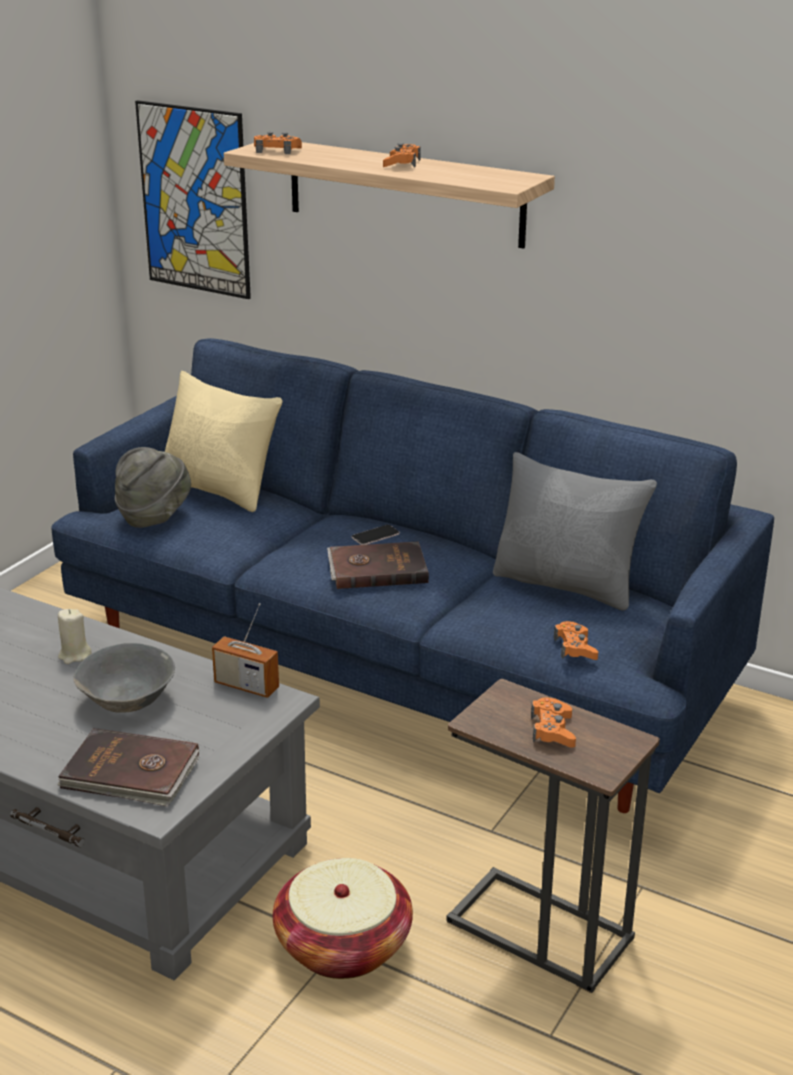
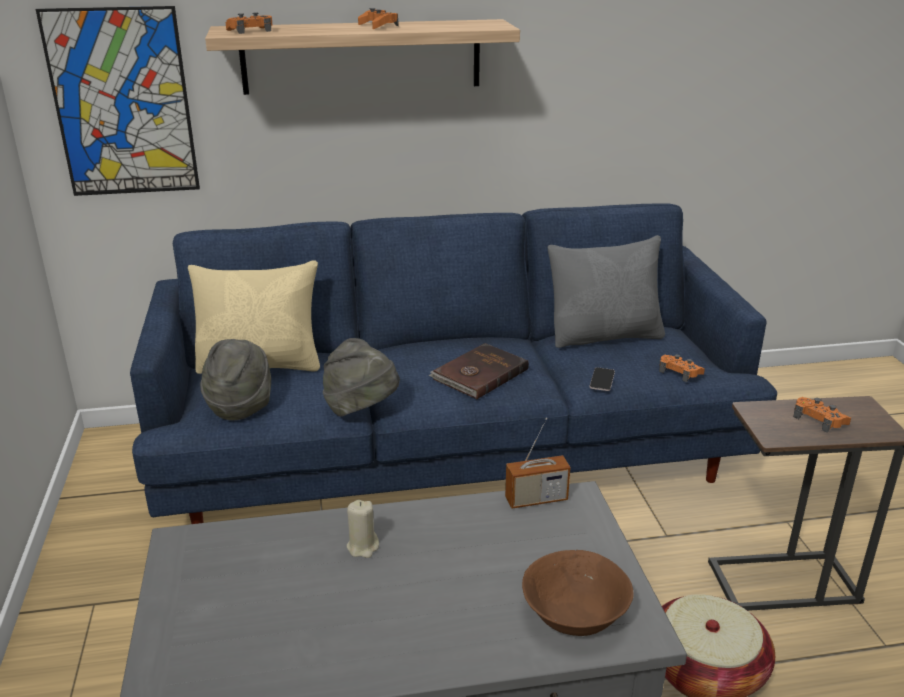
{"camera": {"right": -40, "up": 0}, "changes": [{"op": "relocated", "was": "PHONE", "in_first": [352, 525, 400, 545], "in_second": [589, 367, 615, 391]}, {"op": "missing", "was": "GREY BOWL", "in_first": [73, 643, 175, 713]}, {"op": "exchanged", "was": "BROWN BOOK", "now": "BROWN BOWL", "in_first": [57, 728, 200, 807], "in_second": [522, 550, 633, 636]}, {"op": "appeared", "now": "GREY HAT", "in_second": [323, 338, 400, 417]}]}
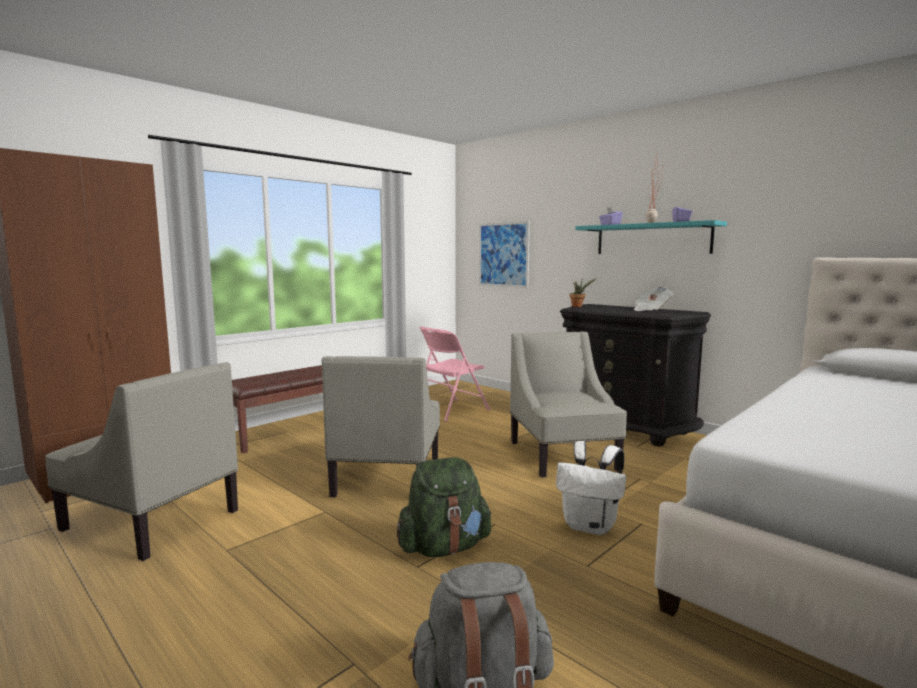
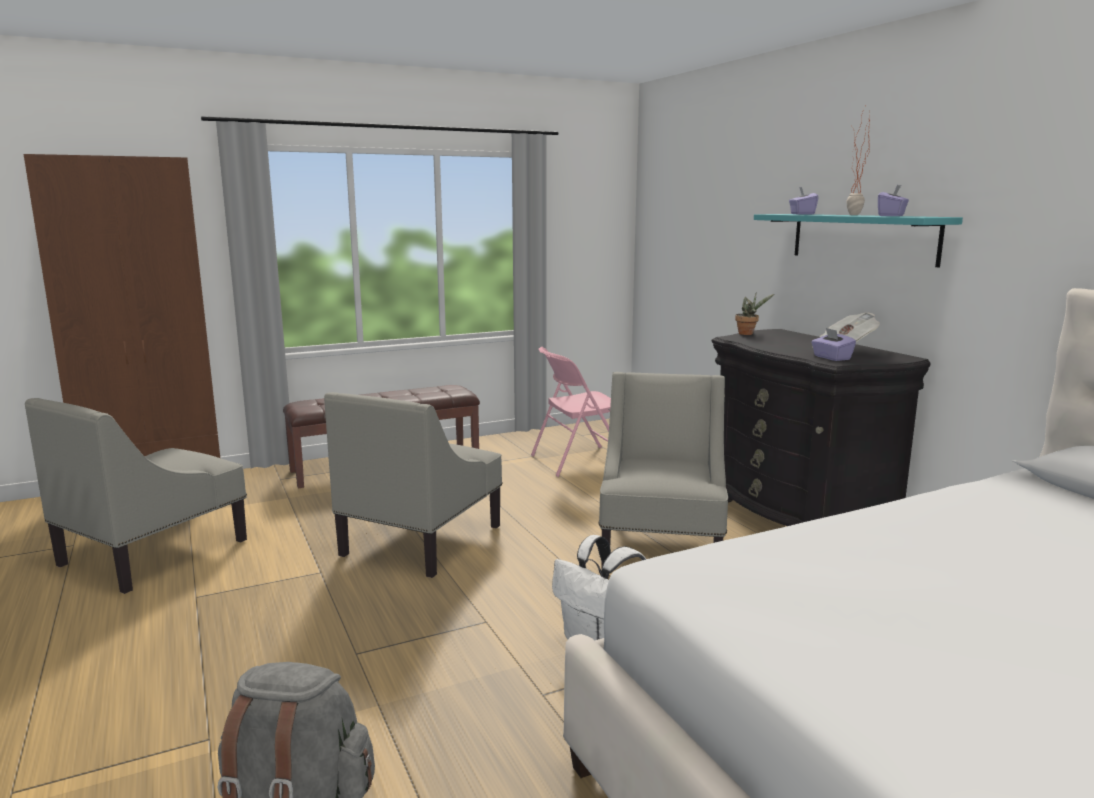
{"camera": {"right": 20, "up": 5}, "changes": [{"op": "missing", "was": "PICTURE", "in_first": [479, 221, 530, 288]}, {"op": "spun", "was": "GREY ARMCHAIR", "in_first": [45, 362, 238, 561], "in_second": [25, 398, 247, 594], "clockwise": 75}, {"op": "missing", "was": "GREEN BACKPACK", "in_first": [397, 457, 492, 557]}, {"op": "appeared", "now": "PURPLE TISSUE BOX", "in_second": [811, 328, 856, 361]}]}
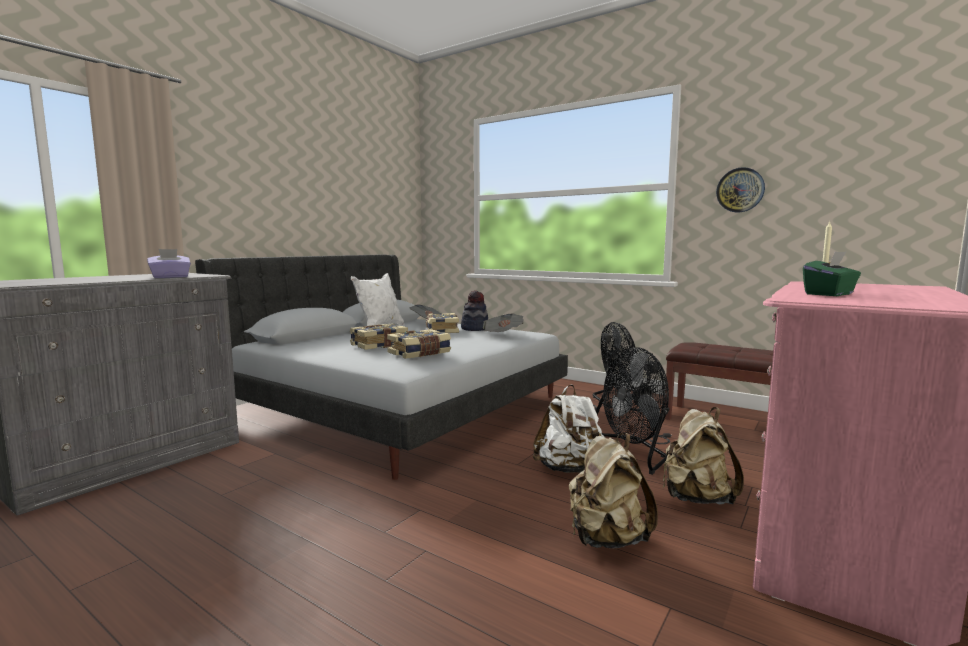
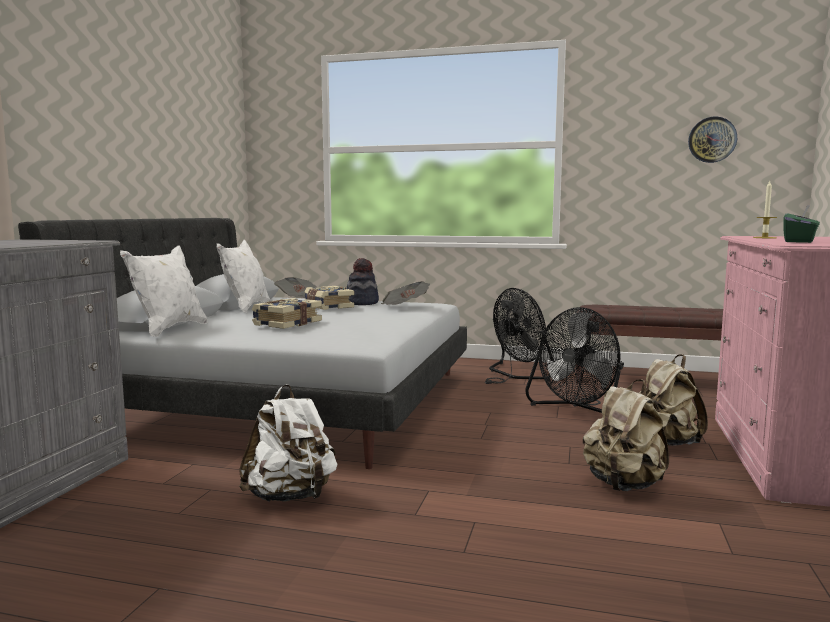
{"camera": {"right": -20, "up": 0}, "changes": [{"op": "relocated", "was": "WALL CLOCK", "in_first": [716, 167, 765, 212], "in_second": [688, 117, 737, 163]}, {"op": "missing", "was": "PURPLE TISSUE BOX", "in_first": [147, 249, 191, 278]}, {"op": "missing", "was": "BOOK", "in_first": [387, 329, 451, 359]}, {"op": "relocated", "was": "WHITE BACKPACK", "in_first": [533, 384, 605, 473], "in_second": [239, 384, 337, 502]}, {"op": "appeared", "now": "WHITE PILLOW", "in_second": [120, 245, 208, 337]}]}
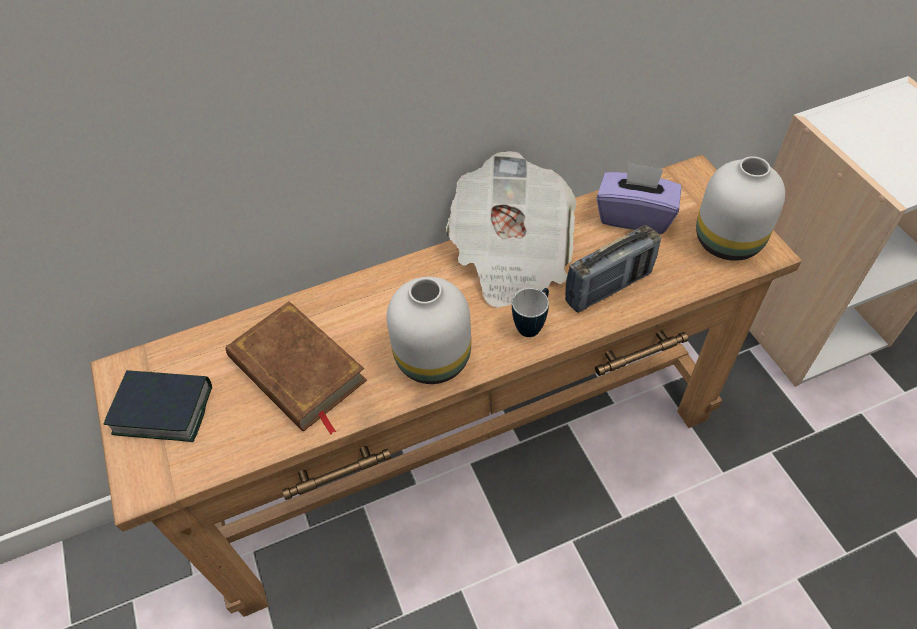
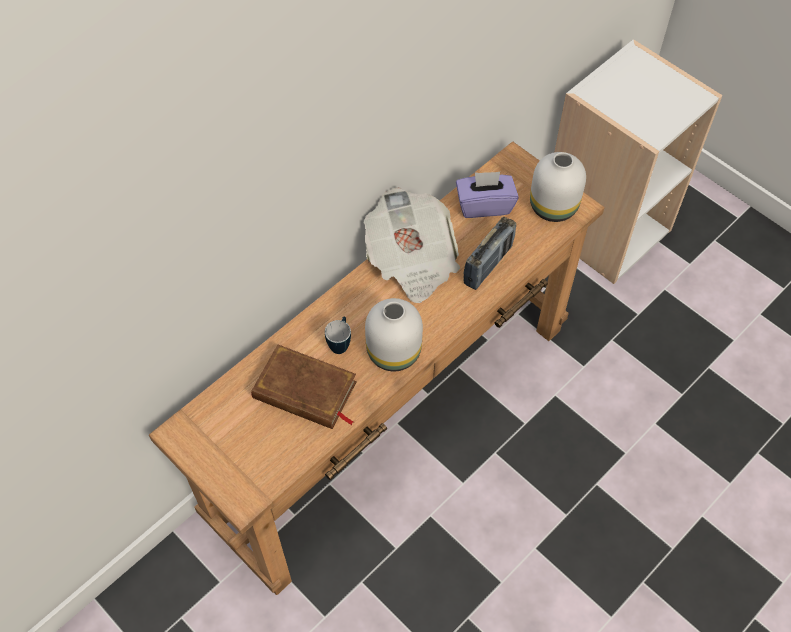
{"camera": {"right": -25, "up": 5}, "changes": [{"op": "relocated", "was": "MUG", "in_first": [512, 288, 549, 337], "in_second": [325, 317, 351, 354]}, {"op": "missing", "was": "BOOK", "in_first": [103, 370, 212, 442]}]}
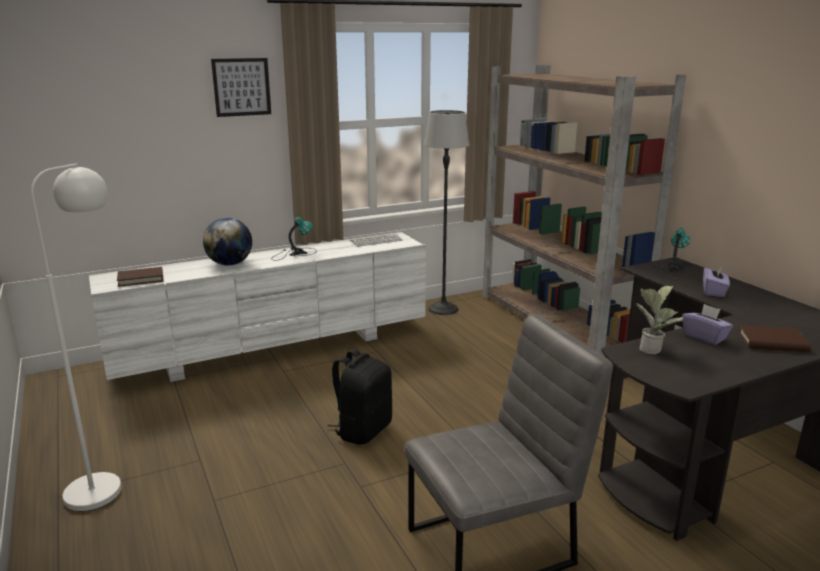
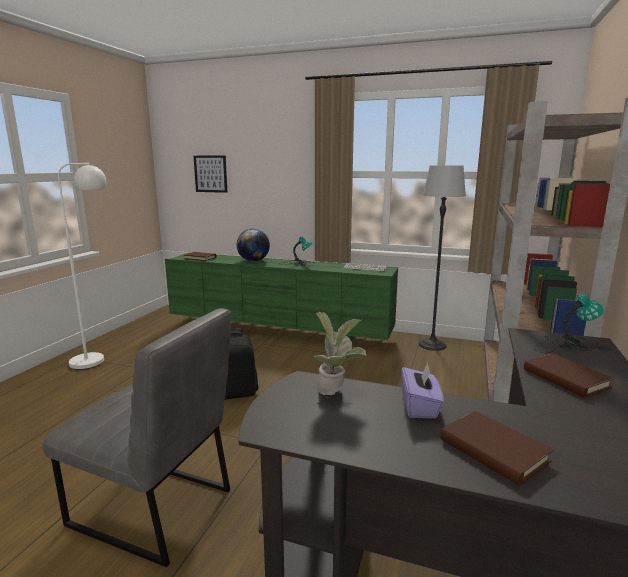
{"camera": {"right": 45, "up": -5}, "changes": [{"op": "relocated", "was": "PICTURE", "in_first": [211, 58, 271, 117], "in_second": [193, 155, 228, 193]}, {"op": "colour", "was": "WHITE CABINET", "now": "GREEN CABINET", "in_first": [89, 232, 426, 382], "in_second": [165, 253, 398, 341]}, {"op": "exchanged", "was": "PURPLE TISSUE BOX", "now": "BROWN BOOK", "in_first": [703, 266, 730, 297], "in_second": [524, 354, 614, 398]}]}
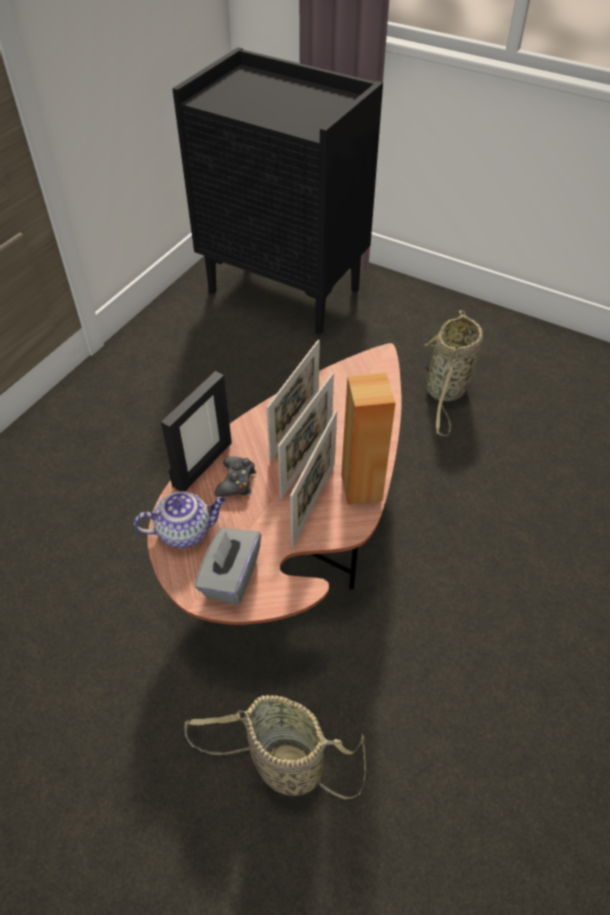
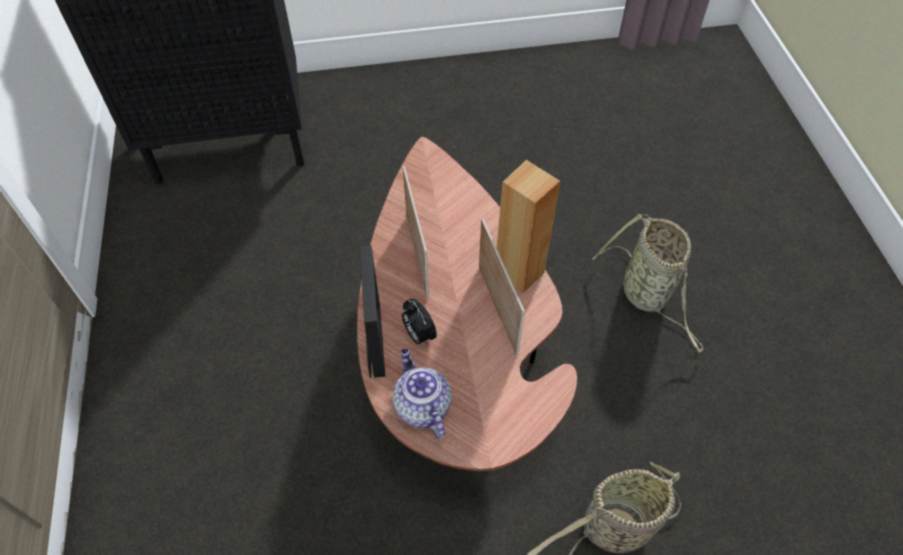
{"camera": {"right": -40, "up": 5}, "changes": [{"op": "relocated", "was": "BASKET", "in_first": [425, 310, 483, 436], "in_second": [592, 214, 703, 353]}, {"op": "missing", "was": "PICTURE FRAME", "in_first": [278, 373, 334, 499]}, {"op": "exchanged", "was": "BLACK GAME CONTROLLER", "now": "ALARM CLOCK", "in_first": [215, 456, 256, 497], "in_second": [402, 299, 437, 346]}, {"op": "spun", "was": "TEAPOT", "in_first": [134, 491, 226, 548], "in_second": [393, 349, 452, 438], "clockwise": -60}, {"op": "missing", "was": "GREY TISSUE BOX", "in_first": [195, 528, 261, 605]}]}
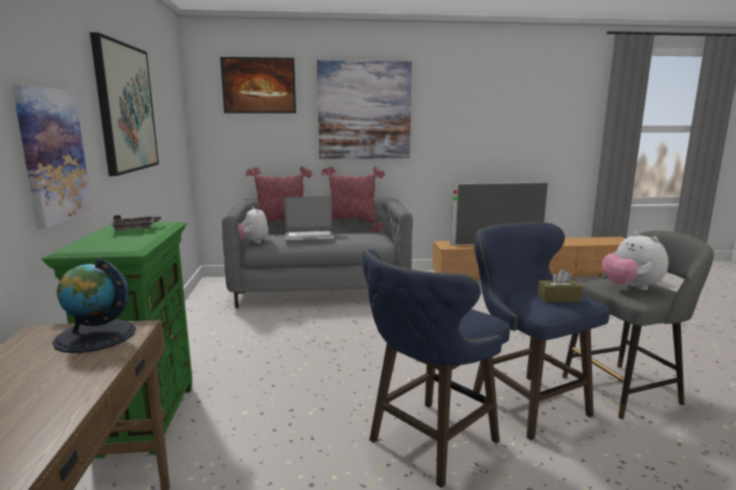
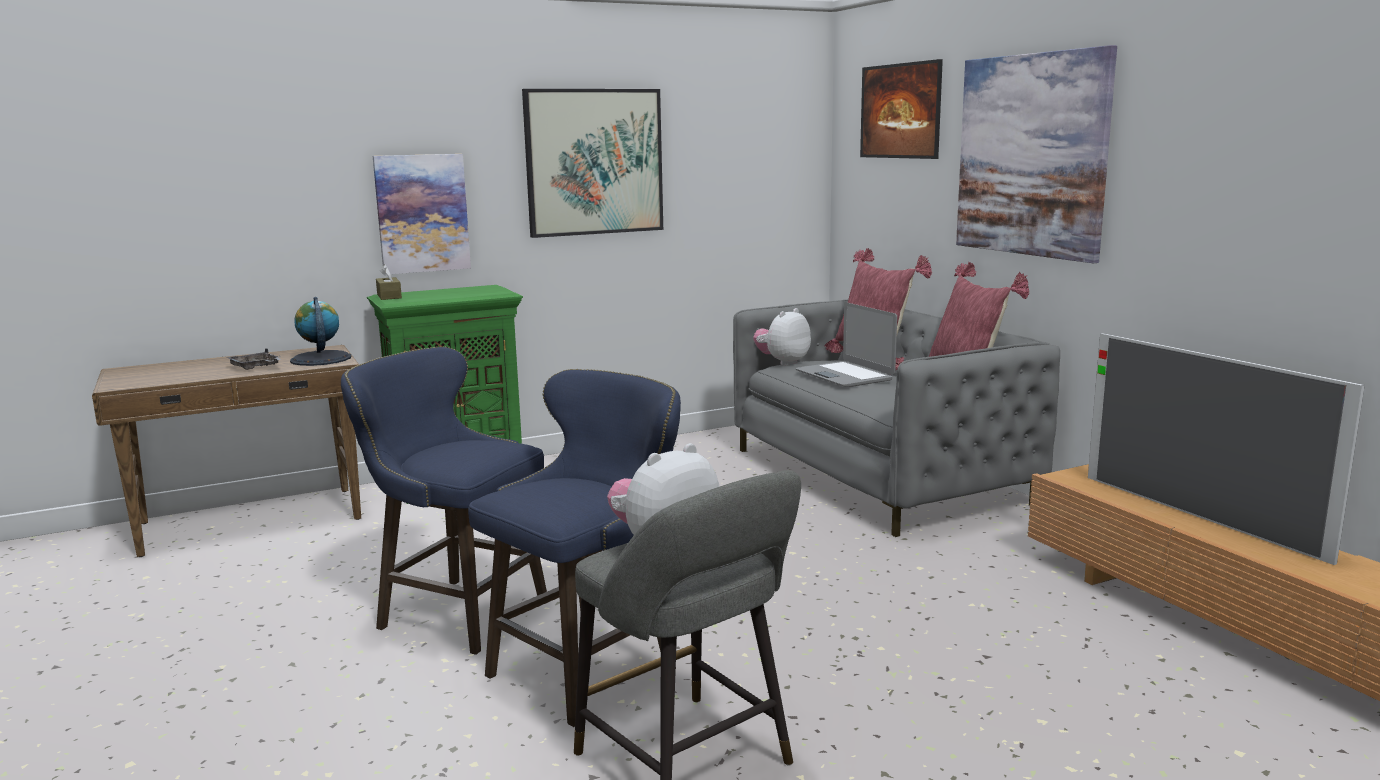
{"camera": {"right": 70, "up": 0}, "changes": [{"op": "relocated", "was": "GREY TRAY", "in_first": [110, 215, 164, 231], "in_second": [226, 348, 281, 370]}, {"op": "relocated", "was": "BROWN TISSUE BOX", "in_first": [538, 269, 582, 302], "in_second": [376, 264, 402, 300]}]}
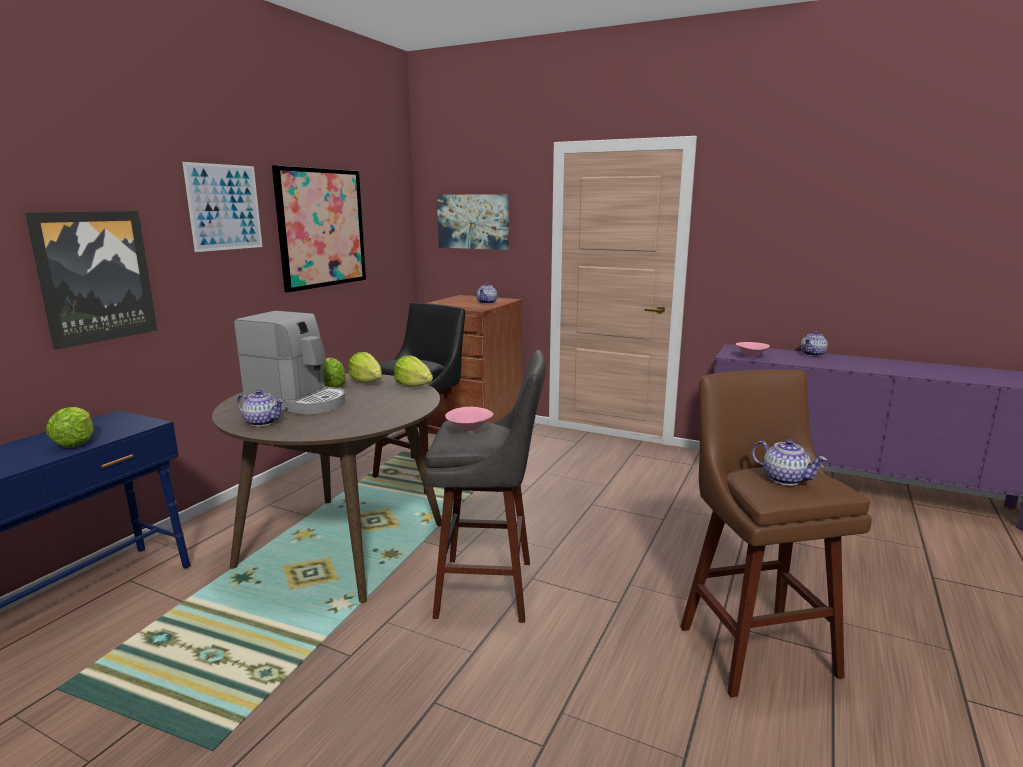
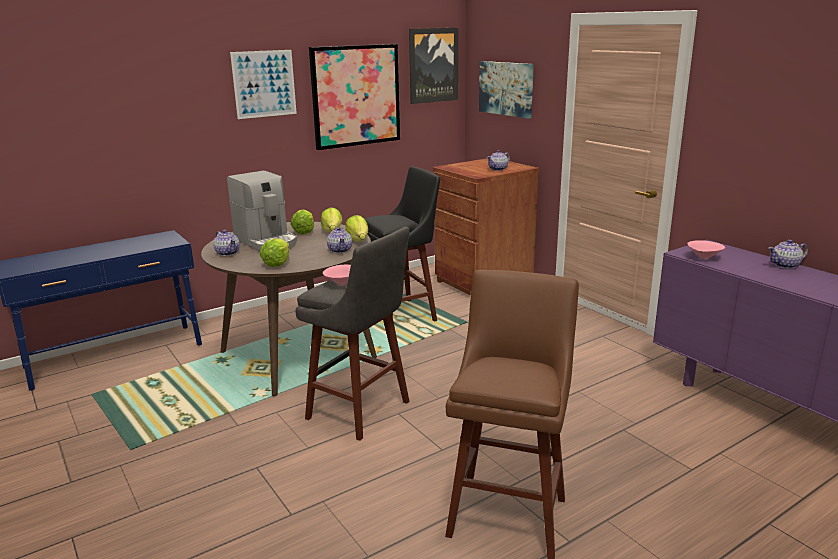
{"camera": {"right": 30, "up": 5}, "changes": [{"op": "relocated", "was": "PICTURE", "in_first": [25, 211, 157, 350], "in_second": [409, 28, 458, 104]}, {"op": "relocated", "was": "LETTUCE", "in_first": [46, 407, 94, 448], "in_second": [260, 239, 289, 267]}, {"op": "relocated", "was": "TEAPOT", "in_first": [751, 439, 827, 485], "in_second": [327, 227, 352, 253]}]}
